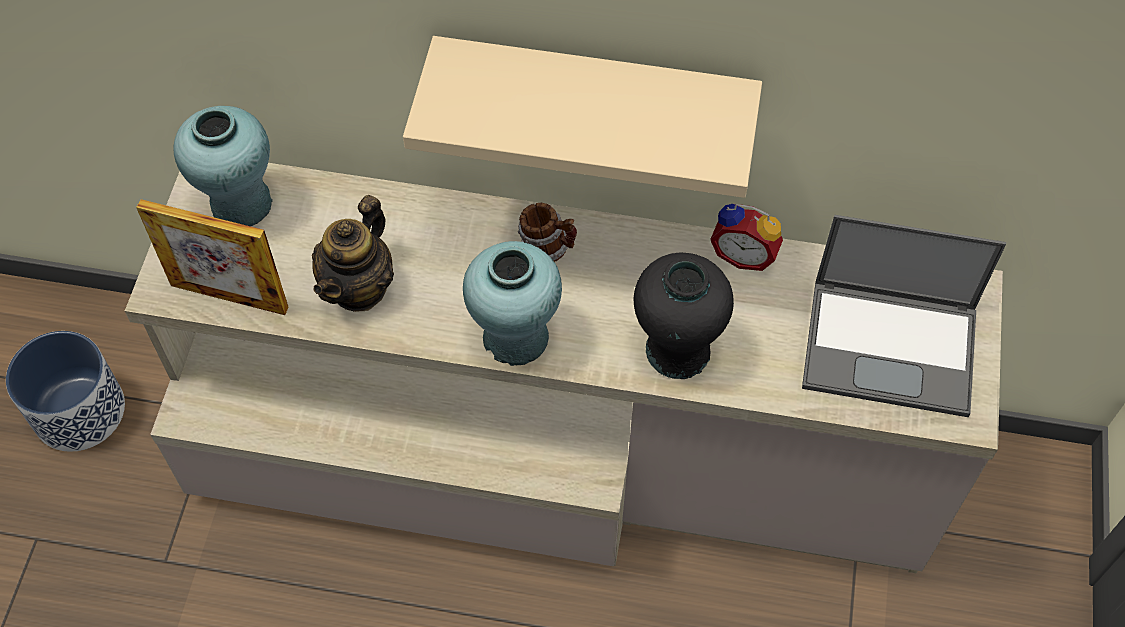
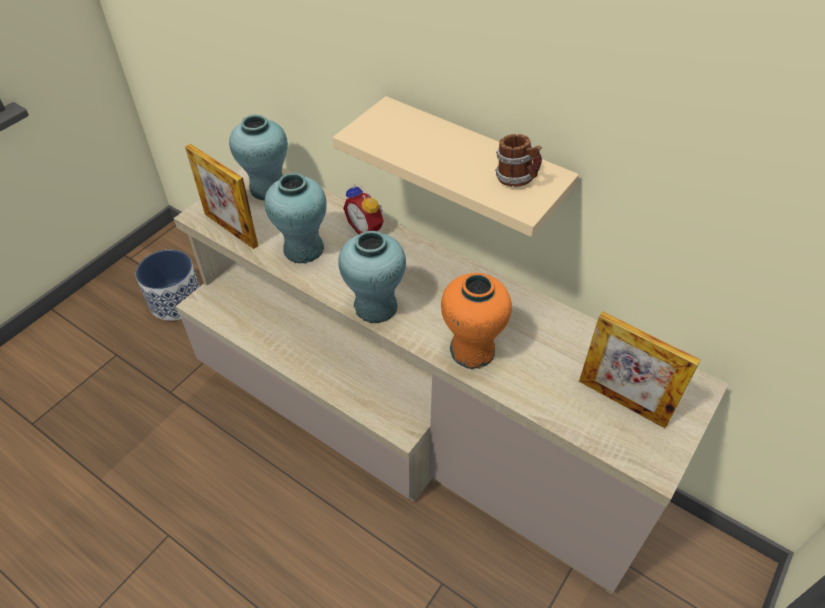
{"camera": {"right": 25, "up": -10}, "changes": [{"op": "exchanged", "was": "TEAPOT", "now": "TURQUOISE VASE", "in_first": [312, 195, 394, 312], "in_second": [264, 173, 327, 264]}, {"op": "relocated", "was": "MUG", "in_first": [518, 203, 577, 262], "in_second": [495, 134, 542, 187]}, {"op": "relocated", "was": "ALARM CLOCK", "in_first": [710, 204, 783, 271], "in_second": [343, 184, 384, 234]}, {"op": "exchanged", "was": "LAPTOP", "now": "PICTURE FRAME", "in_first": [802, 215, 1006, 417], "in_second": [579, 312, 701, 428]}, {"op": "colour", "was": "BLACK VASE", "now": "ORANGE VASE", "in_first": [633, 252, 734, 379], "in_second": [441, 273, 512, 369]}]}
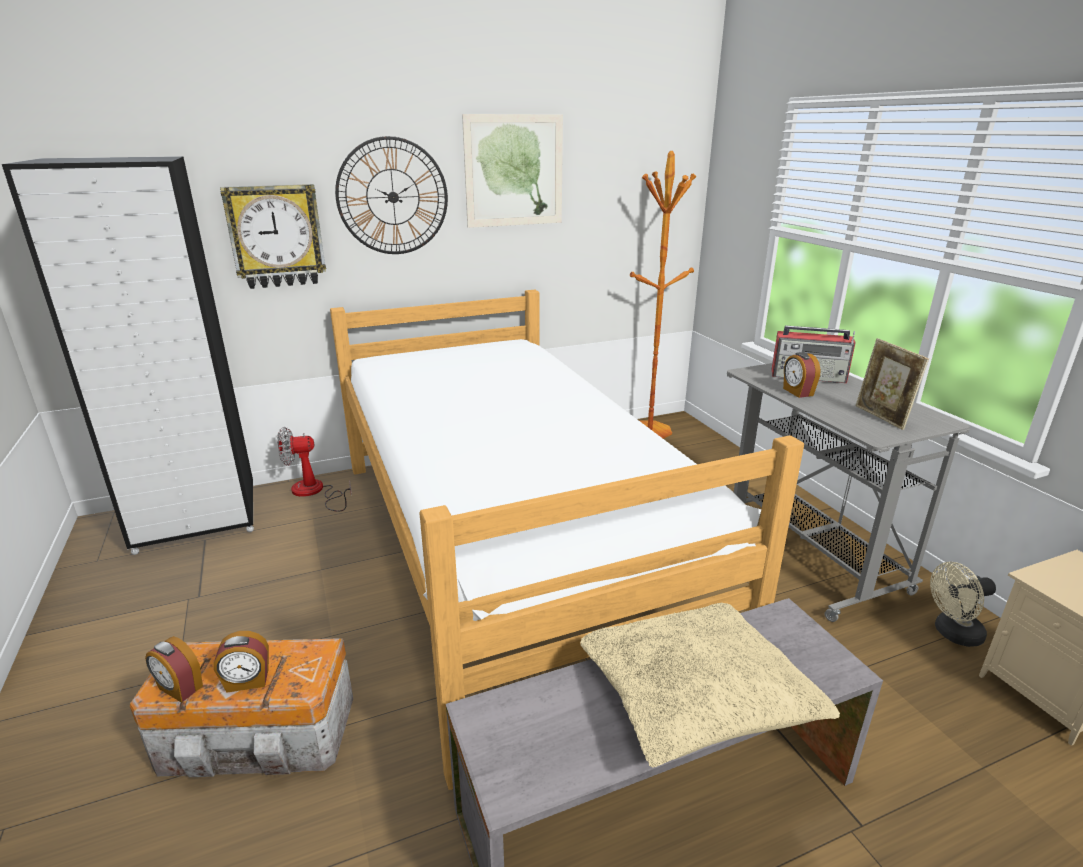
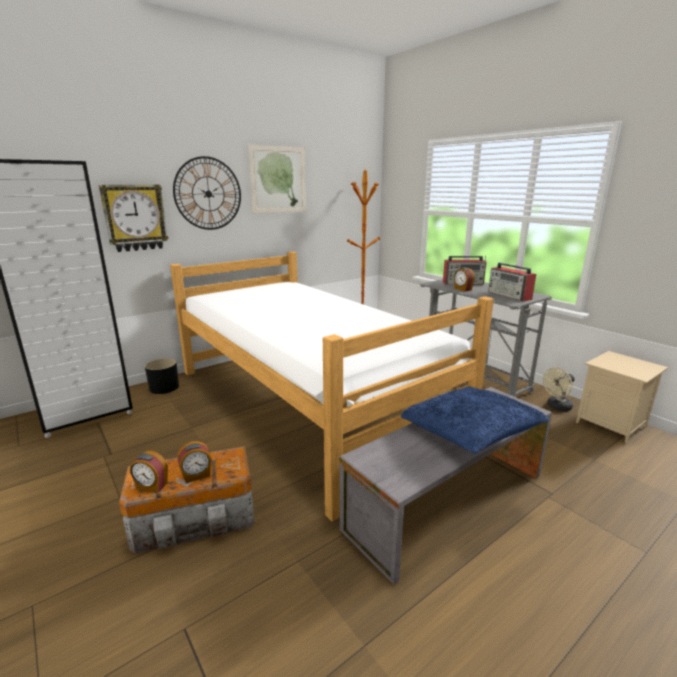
{"camera": {"right": -15, "up": -5}, "changes": [{"op": "exchanged", "was": "PICTURE FRAME", "now": "RADIO", "in_first": [856, 338, 929, 430], "in_second": [488, 263, 536, 301]}, {"op": "exchanged", "was": "FAN", "now": "BLACK PLANTER", "in_first": [277, 427, 351, 512], "in_second": [145, 358, 179, 394]}, {"op": "colour", "was": "BEIGE PILLOW", "now": "BLUE PILLOW", "in_first": [580, 603, 840, 768], "in_second": [401, 387, 549, 454]}]}
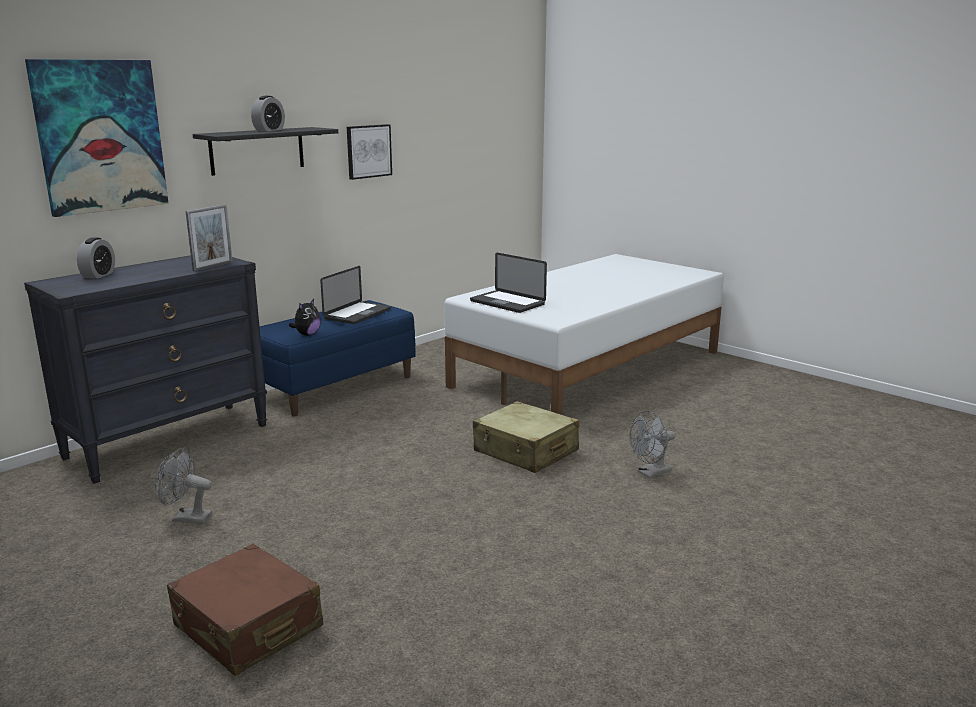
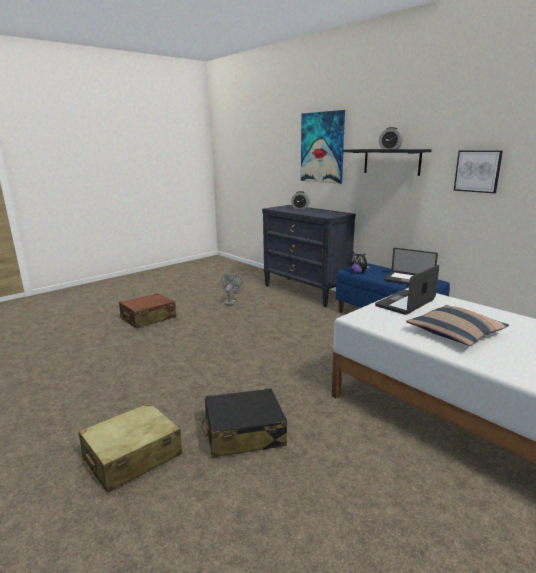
{"camera": {"right": 95, "up": 0}, "changes": [{"op": "missing", "was": "PICTURE FRAME", "in_first": [186, 205, 232, 271]}, {"op": "relocated", "was": "BEIGE SUITCASE", "in_first": [473, 401, 579, 473], "in_second": [78, 402, 183, 493]}, {"op": "exchanged", "was": "GREY FAN", "now": "BLACK SUITCASE", "in_first": [629, 411, 675, 478], "in_second": [201, 388, 287, 458]}, {"op": "appeared", "now": "PILLOW", "in_second": [406, 305, 509, 346]}]}
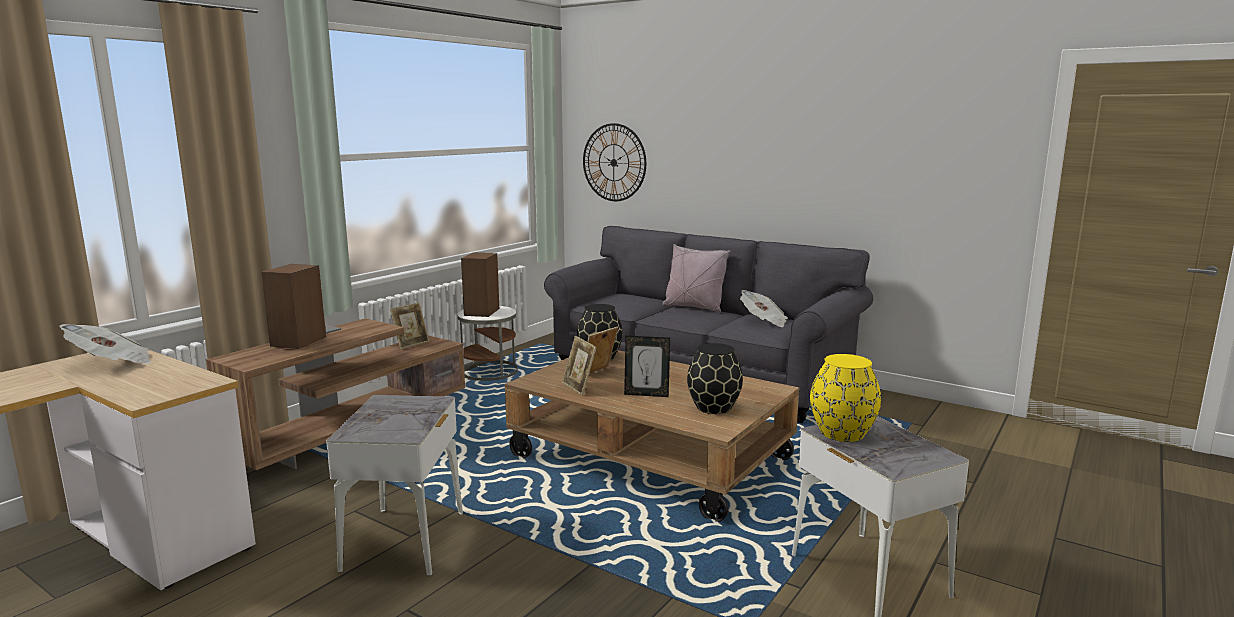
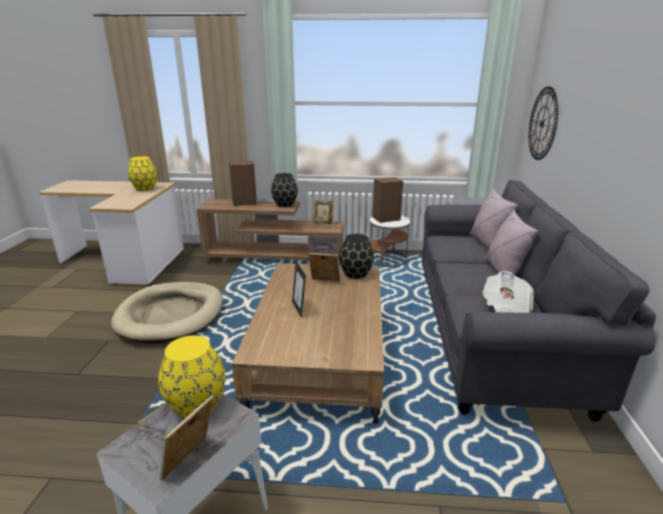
{"camera": {"right": 60, "up": 10}, "changes": [{"op": "exchanged", "was": "NEWSPAPER", "now": "YELLOW VASE", "in_first": [60, 324, 151, 364], "in_second": [128, 157, 157, 191]}, {"op": "relocated", "was": "PICTURE FRAME", "in_first": [562, 336, 597, 396], "in_second": [160, 396, 214, 481]}, {"op": "relocated", "was": "BLACK VASE", "in_first": [687, 343, 743, 414], "in_second": [271, 173, 298, 207]}, {"op": "exchanged", "was": "SIDE TABLE", "now": "BEIGE DOG BED", "in_first": [326, 395, 463, 575], "in_second": [111, 282, 223, 344]}, {"op": "appeared", "now": "PURPLE PILLOW", "in_second": [470, 189, 519, 249]}]}
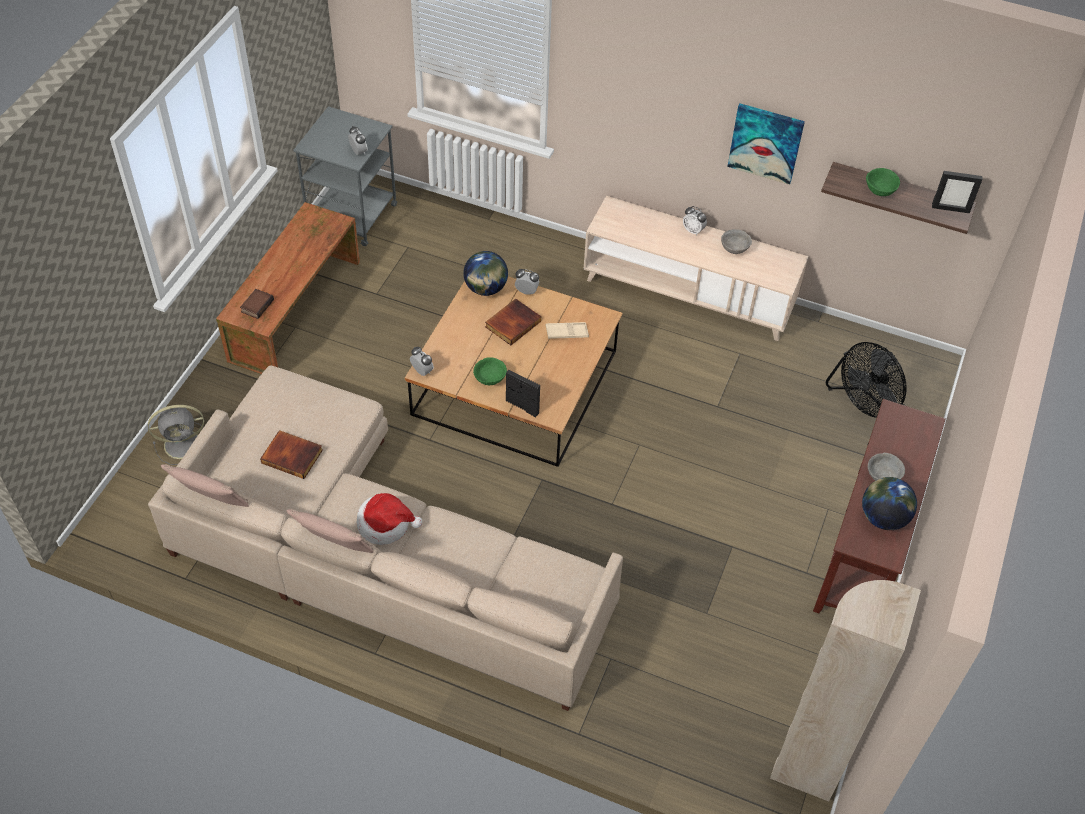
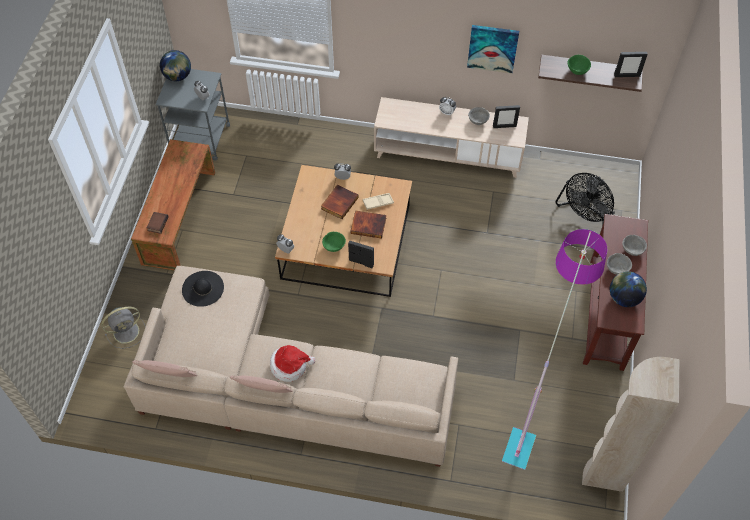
{"camera": {"right": -10, "up": 5}, "changes": [{"op": "relocated", "was": "GLOBE", "in_first": [463, 251, 508, 296], "in_second": [160, 50, 191, 81]}, {"op": "relocated", "was": "BOOK", "in_first": [260, 430, 323, 479], "in_second": [351, 211, 386, 239]}, {"op": "appeared", "now": "PICTURE FRAME", "in_second": [493, 105, 520, 128]}, {"op": "appeared", "now": "FLOOR LAMP", "in_second": [502, 229, 607, 470]}, {"op": "appeared", "now": "GREY BOWL", "in_second": [622, 235, 647, 256]}, {"op": "appeared", "now": "BLACK HAT", "in_second": [182, 271, 224, 307]}]}
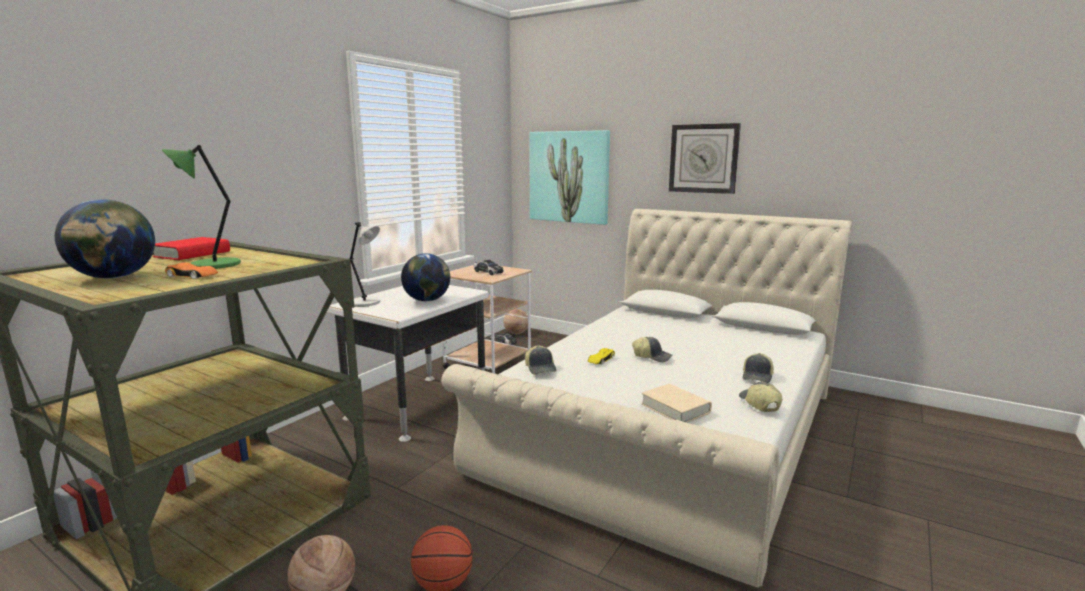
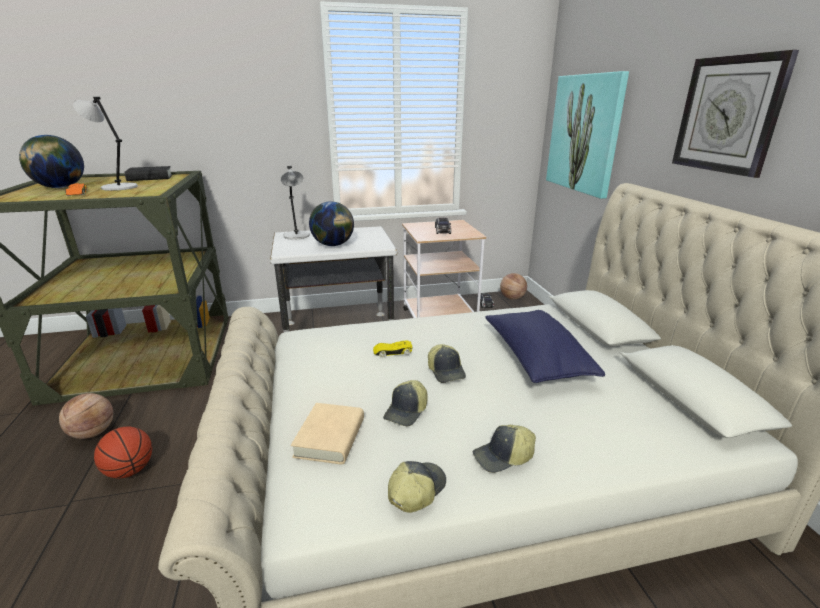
{"camera": {"right": 45, "up": 10}, "changes": [{"op": "colour", "was": "GREEN TABLE LAMP", "now": "GREY TABLE LAMP", "in_first": [162, 145, 241, 269], "in_second": [73, 97, 138, 191]}, {"op": "colour", "was": "RED BOOK", "now": "BLACK BOOK", "in_first": [153, 237, 230, 260], "in_second": [125, 166, 172, 181]}, {"op": "relocated", "was": "CAP", "in_first": [525, 345, 556, 375], "in_second": [383, 380, 427, 426]}, {"op": "appeared", "now": "BLUE PILLOW", "in_second": [485, 310, 605, 383]}]}
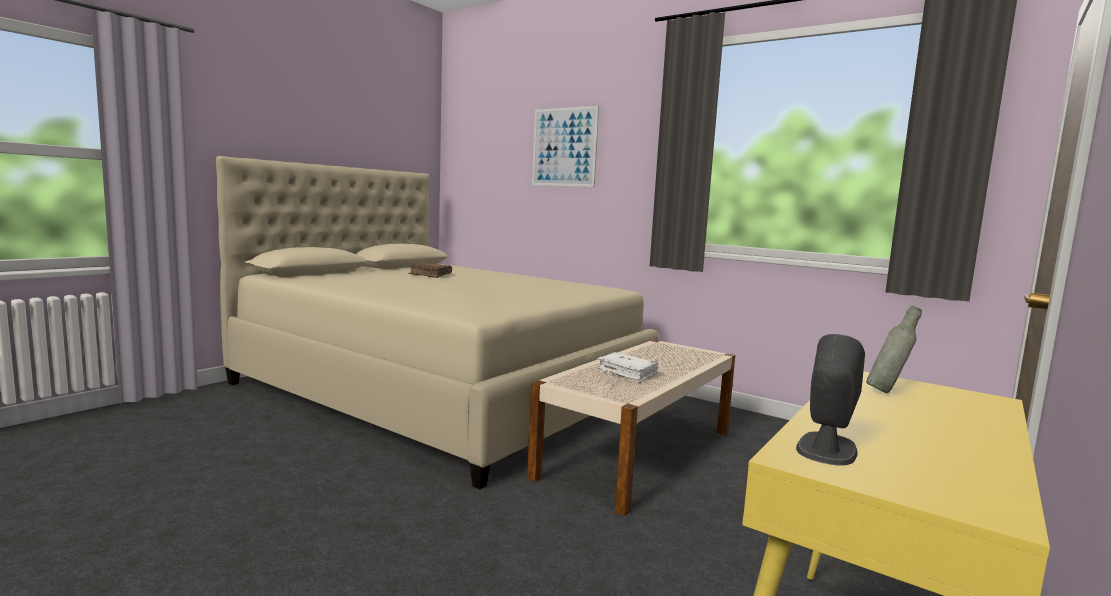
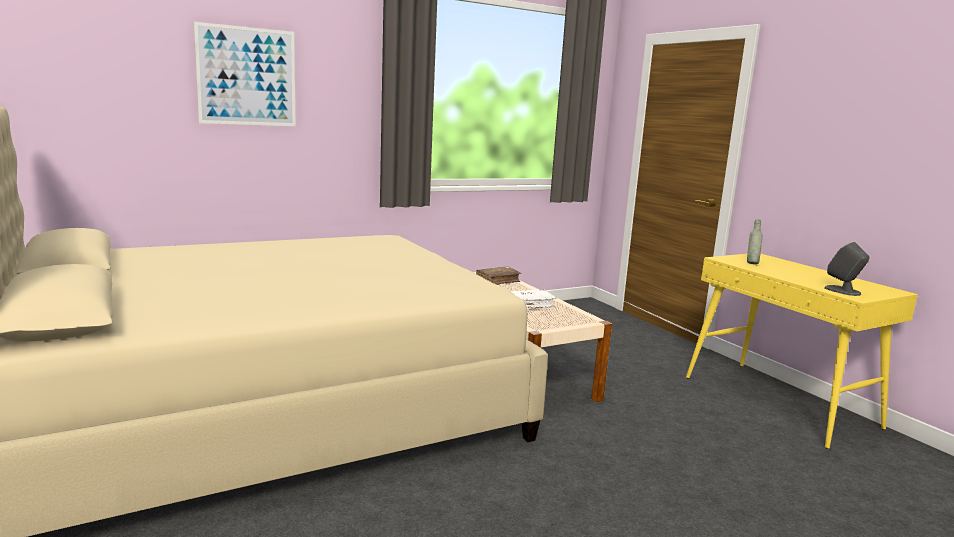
{"camera": {"right": -65, "up": 5}, "changes": [{"op": "relocated", "was": "BROWN BOOK", "in_first": [408, 263, 452, 278], "in_second": [476, 267, 521, 285]}]}
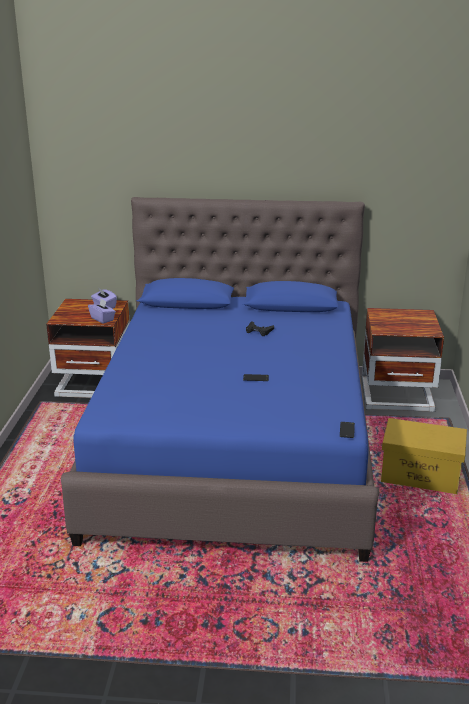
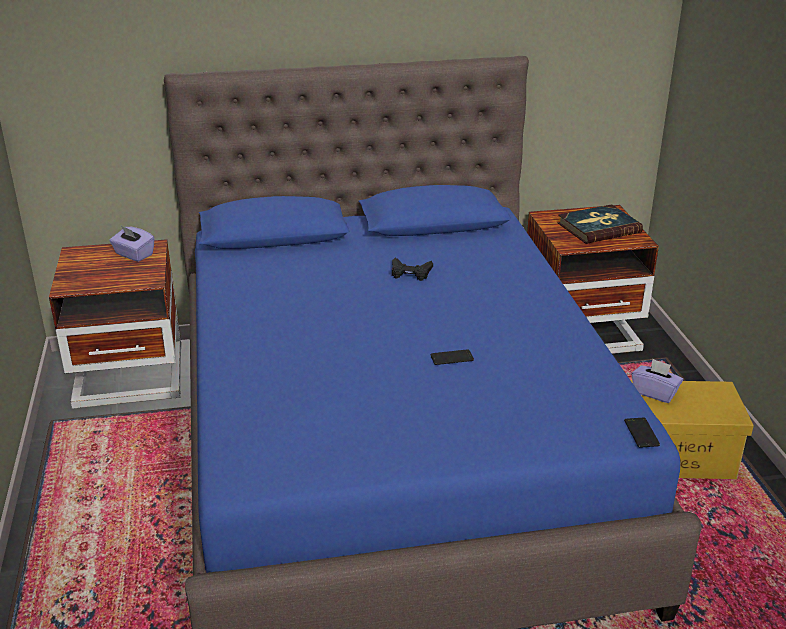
{"camera": {"right": -15, "up": 5}, "changes": [{"op": "relocated", "was": "PURPLE TISSUE BOX", "in_first": [88, 299, 116, 324], "in_second": [632, 359, 683, 403]}, {"op": "appeared", "now": "BOOK", "in_second": [558, 204, 643, 244]}]}
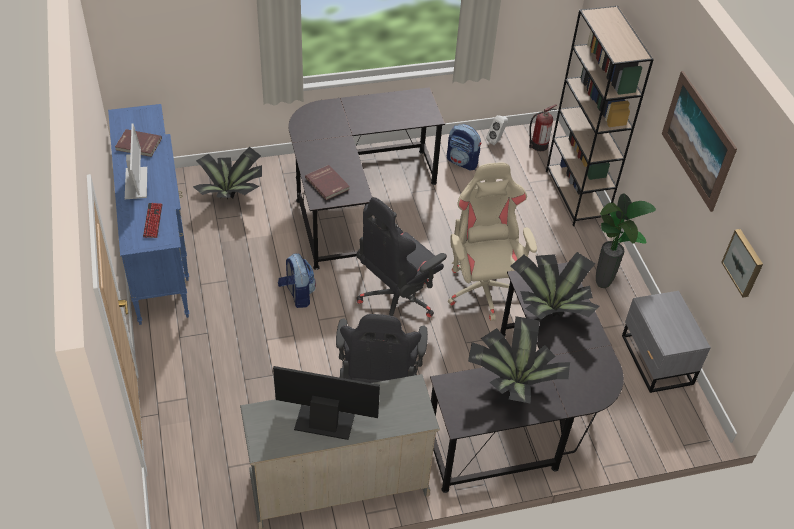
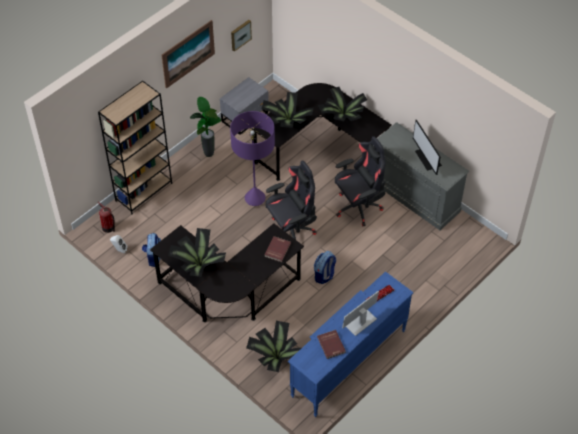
{"camera": {"right": -120, "up": 5}, "changes": [{"op": "exchanged", "was": "BEIGE OFFICE CHAIR", "now": "PURPLE FLOOR LAMP", "in_first": [448, 163, 537, 321], "in_second": [230, 111, 275, 206]}, {"op": "spun", "was": "BLACK OFFICE CHAIR", "in_first": [356, 197, 447, 317], "in_second": [266, 160, 317, 240], "clockwise": -45}, {"op": "appeared", "now": "POTTED PLANT", "in_second": [168, 228, 226, 277]}]}
